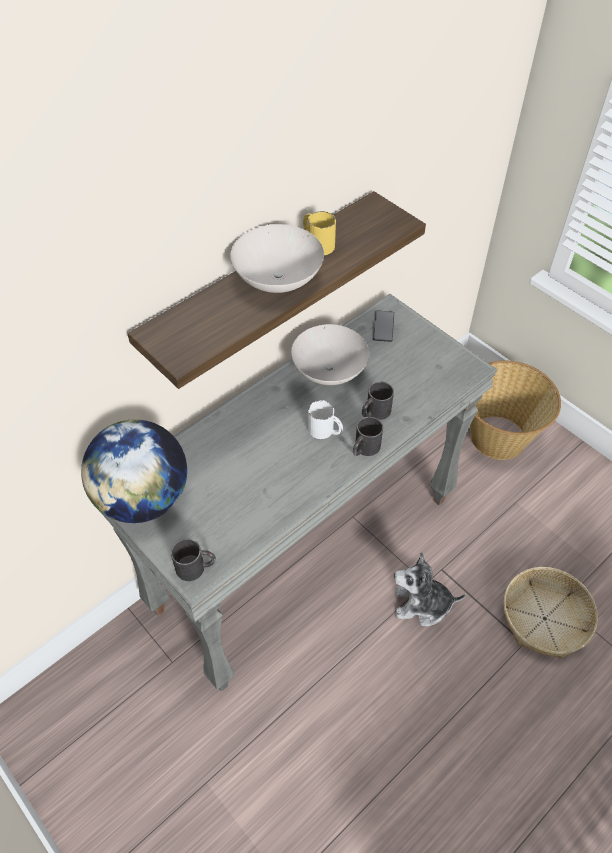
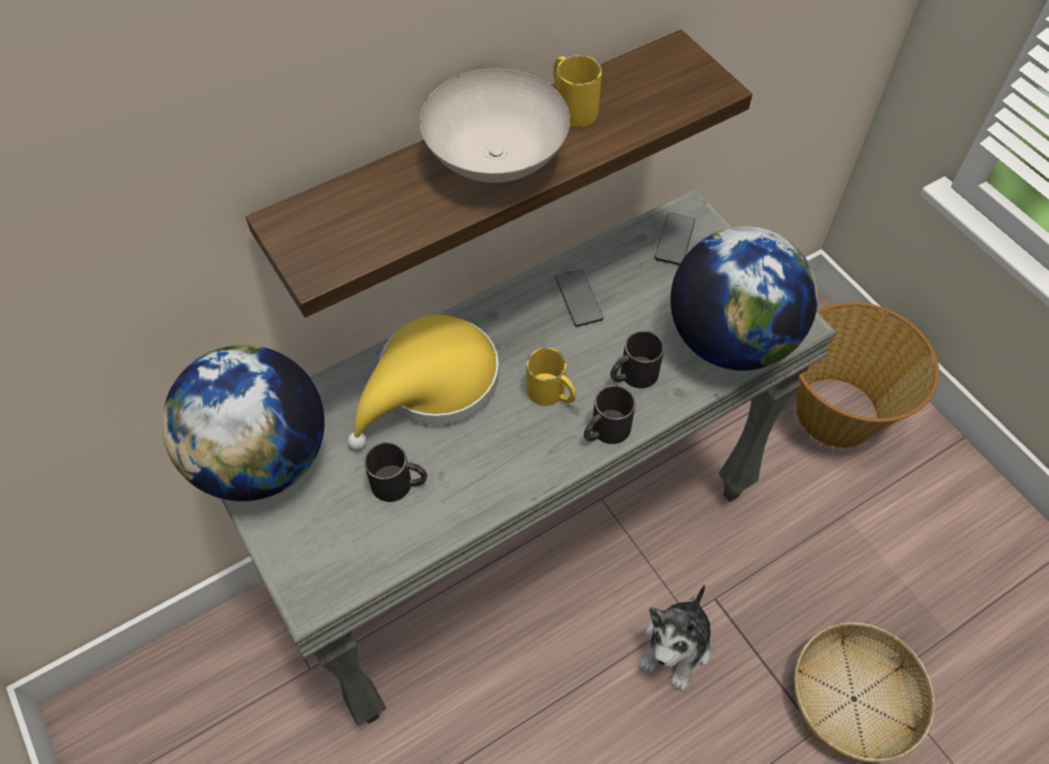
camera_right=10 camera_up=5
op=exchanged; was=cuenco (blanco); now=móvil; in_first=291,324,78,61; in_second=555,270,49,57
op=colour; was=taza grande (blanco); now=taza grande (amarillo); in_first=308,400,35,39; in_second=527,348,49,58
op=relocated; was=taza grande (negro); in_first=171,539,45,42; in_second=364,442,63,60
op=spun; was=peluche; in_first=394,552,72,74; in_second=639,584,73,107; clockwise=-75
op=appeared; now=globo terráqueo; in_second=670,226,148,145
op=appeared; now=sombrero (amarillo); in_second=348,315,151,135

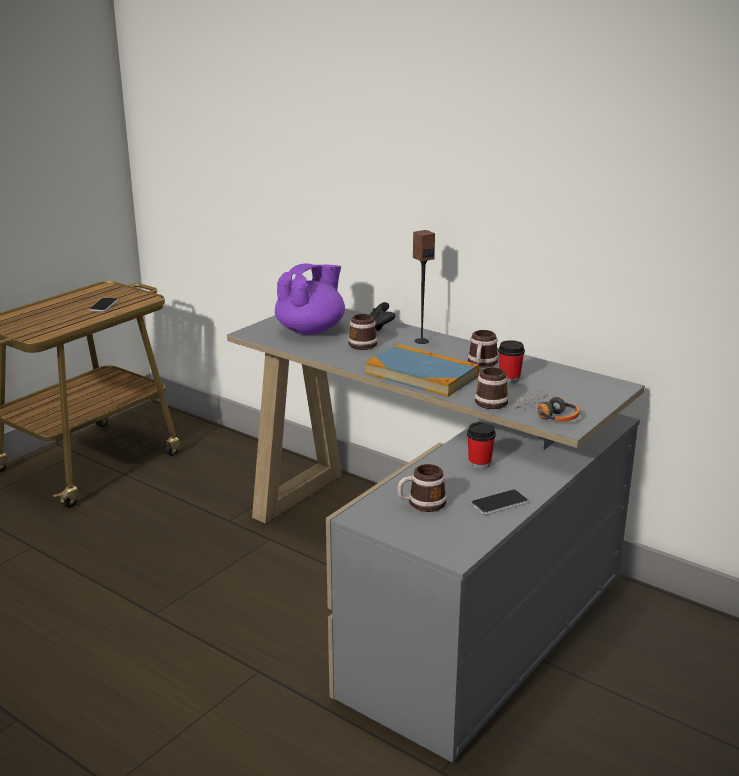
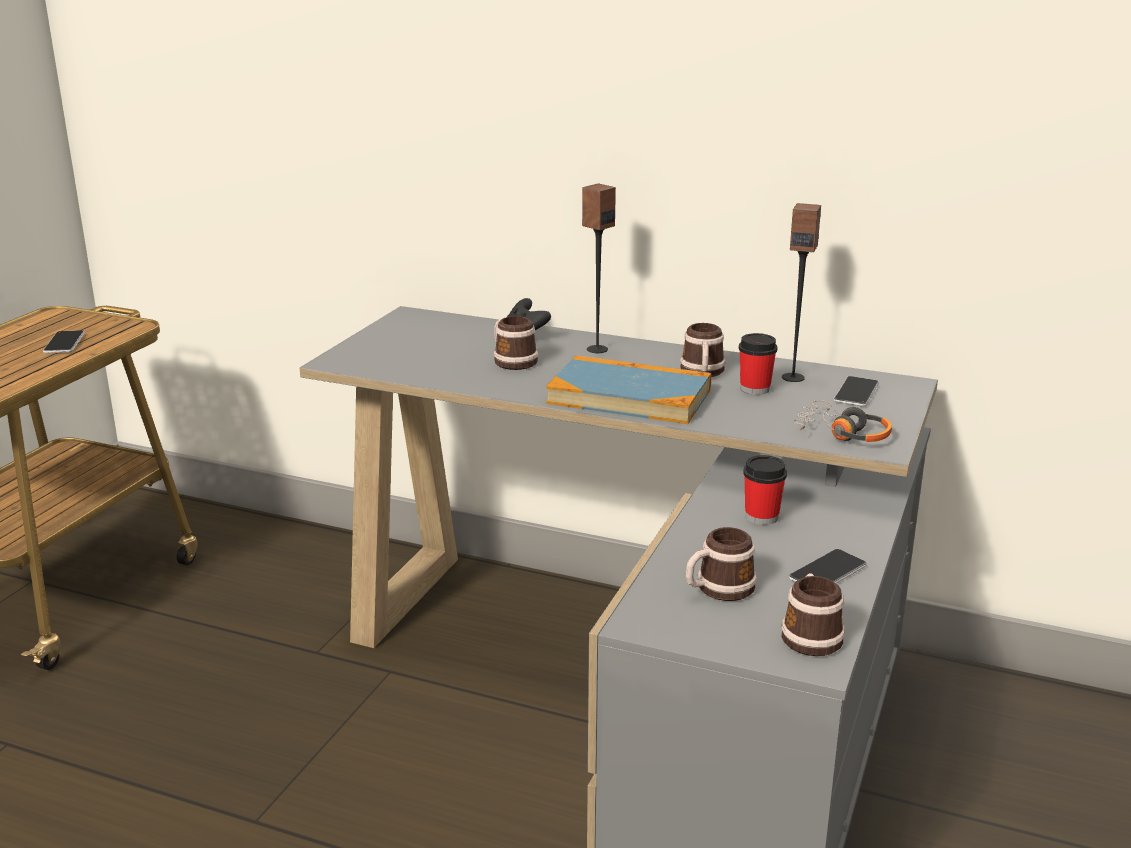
camera_right=-15 camera_up=0
op=missing; was=tetera (morado); in_first=275,264,70,71
op=relocated; was=taza grande; in_first=475,367,34,42; in_second=781,573,64,83
op=appeared; now=altavoz; in_second=782,203,39,179
op=appeared; now=móvil; in_second=834,376,45,30

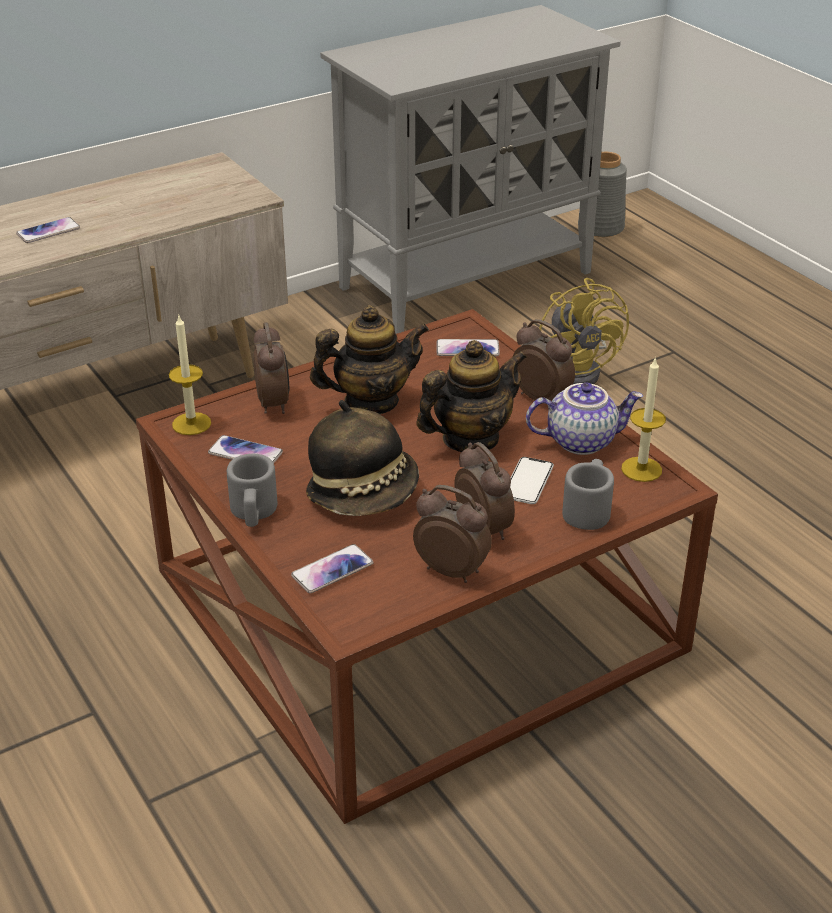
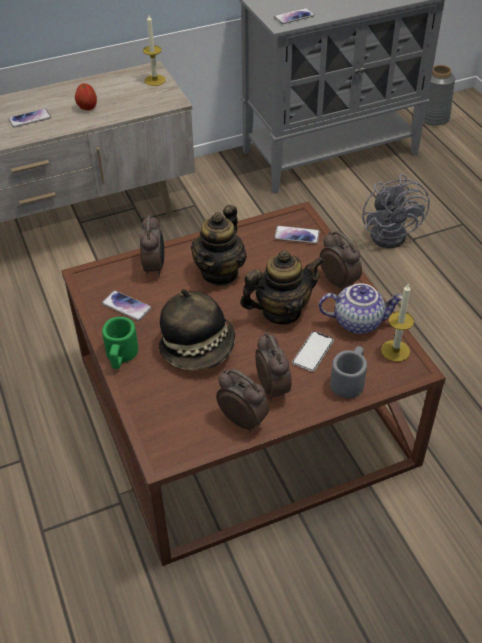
camera_right=10 camera_up=10
op=colour; was=ventilador (amarillo); now=ventilador (gris); in_first=539,278,90,106; in_second=362,174,68,74
op=spun; was=tetera; in_first=310,305,119,109; in_second=191,205,56,81; clockwise=120
op=relocated; was=vela; in_first=169,314,42,121; in_second=143,15,23,71
op=colour; was=taza grande (gris); now=taza grande (verde); in_first=227,454,51,73; in_second=102,317,36,52
op=relocated; was=móvil; in_first=291,544,82,49; in_second=274,8,41,16
op=appeared; now=manzana; in_second=75,83,22,27

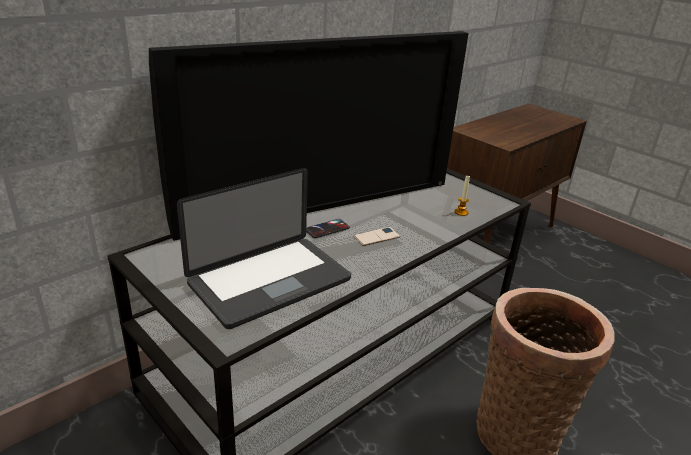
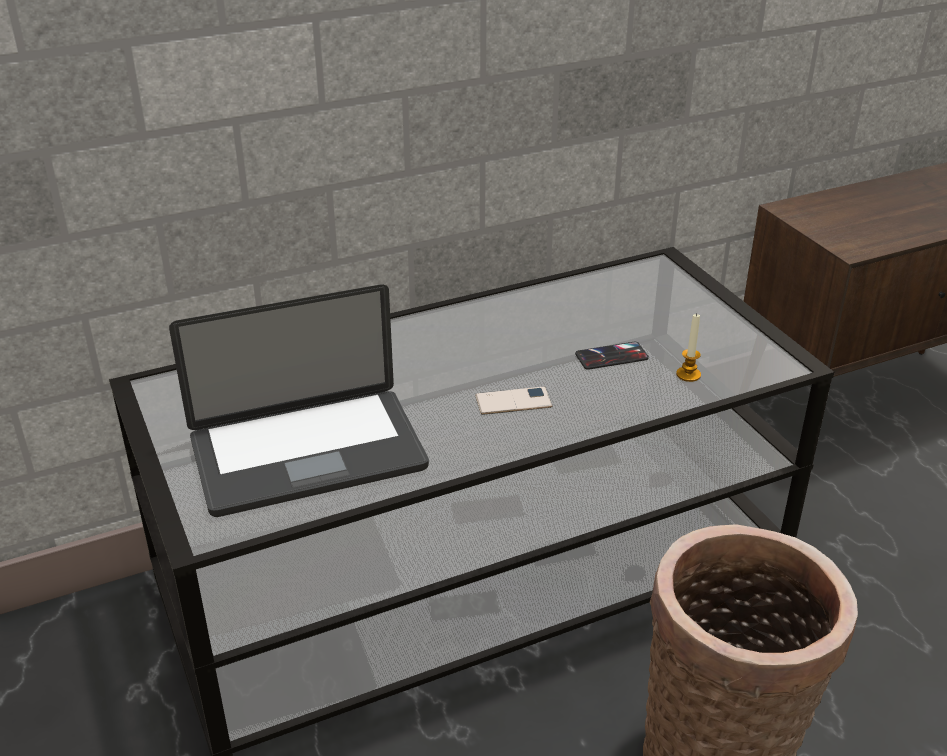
camera_right=20 camera_up=5
op=missing; was=televisor; in_first=149,31,320,210
op=relocated; was=móvil; in_first=306,219,44,19; in_second=575,342,74,28

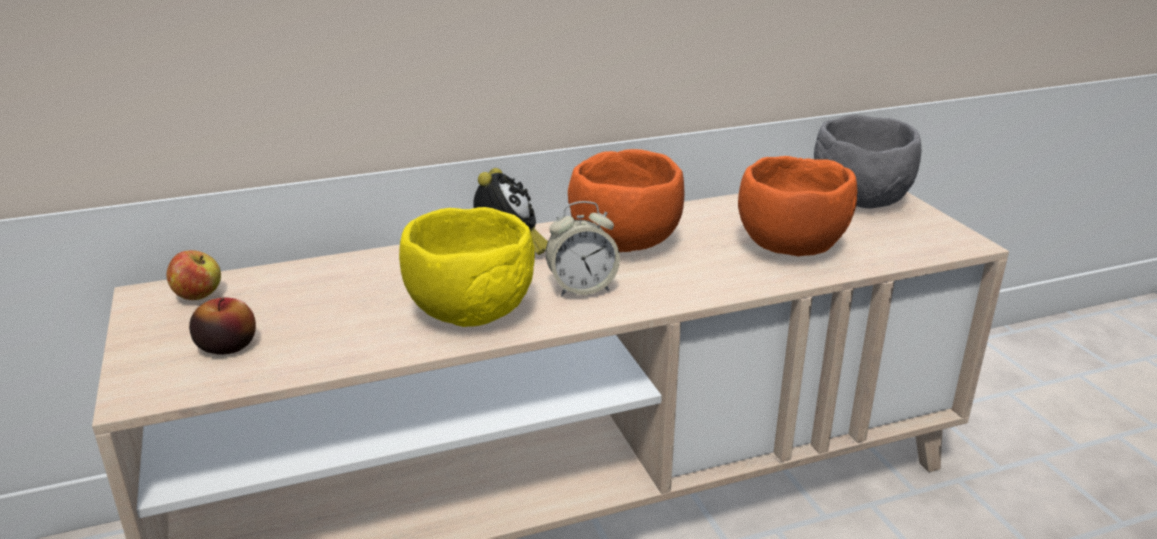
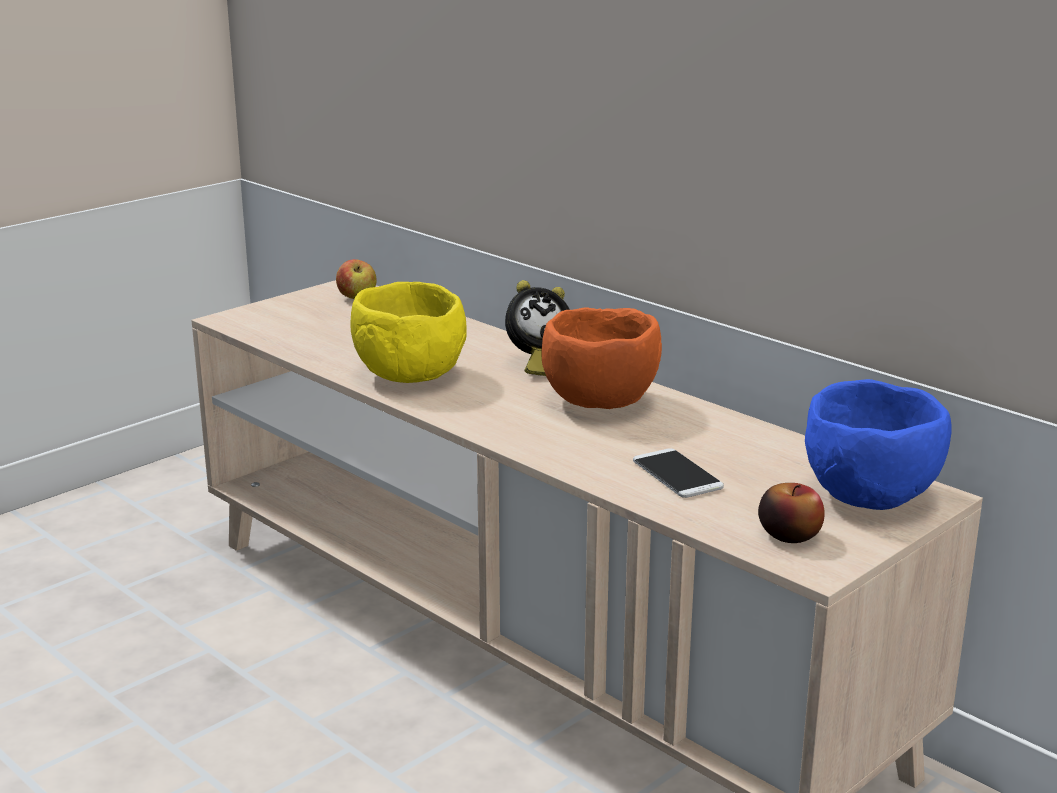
camera_right=65 camera_up=-5
op=colour; was=cuenco (gris); now=cuenco (azul); in_first=814,115,107,93; in_second=805,379,146,131
op=exchanged; was=cuenco (naranja); now=móvil; in_first=738,156,119,100; in_second=633,448,91,50
op=missing; was=despertador; in_first=546,201,74,96
op=relocated; was=manzana; in_first=189,298,67,57; in_second=758,483,66,60

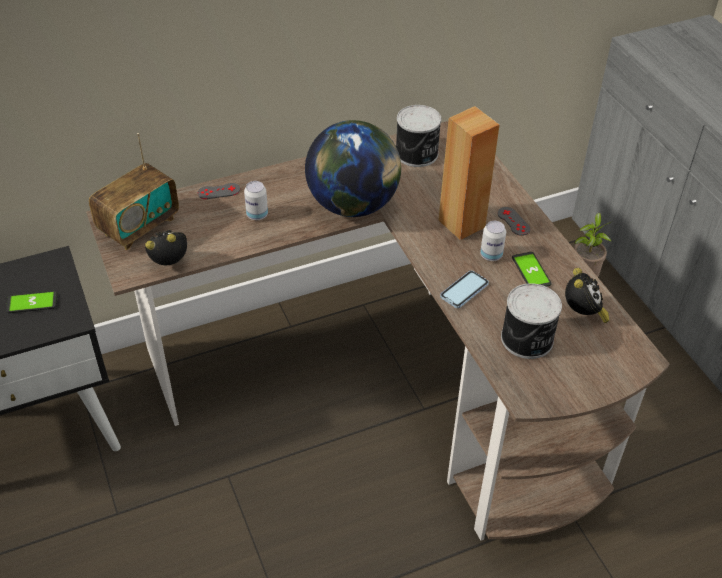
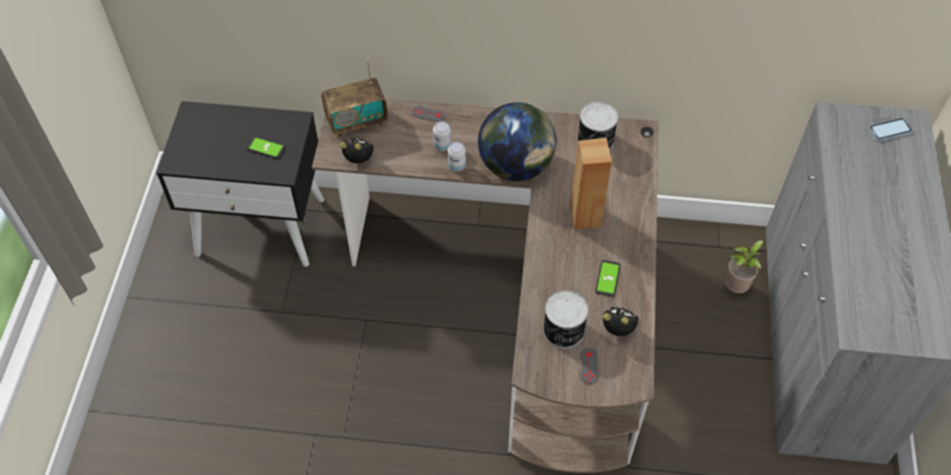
camera_right=30 camera_up=10
op=relocated; was=mando de consola (gris); in_first=497,207,33,29; in_second=580,348,18,36
op=relocated; was=lata; in_first=480,221,26,40; in_second=448,141,18,30
op=spun; was=despertador; in_first=565,268,45,55; in_second=603,307,36,29; clockwise=-105
op=relocated; was=móvil; in_first=440,271,49,37; in_second=869,118,43,23

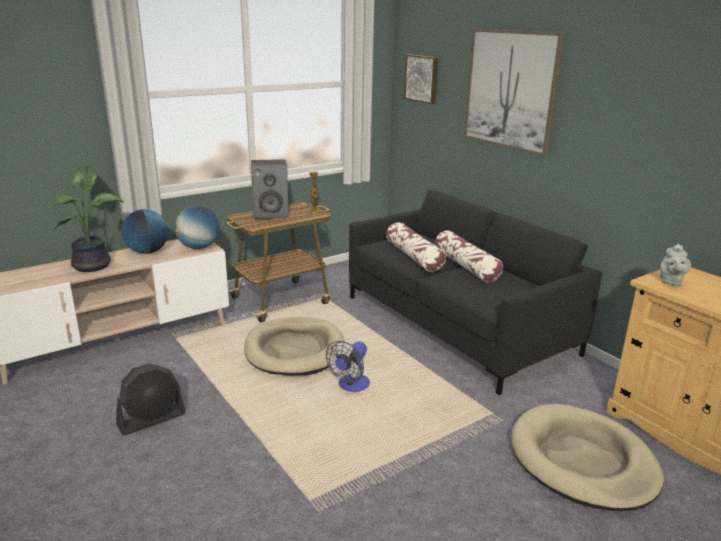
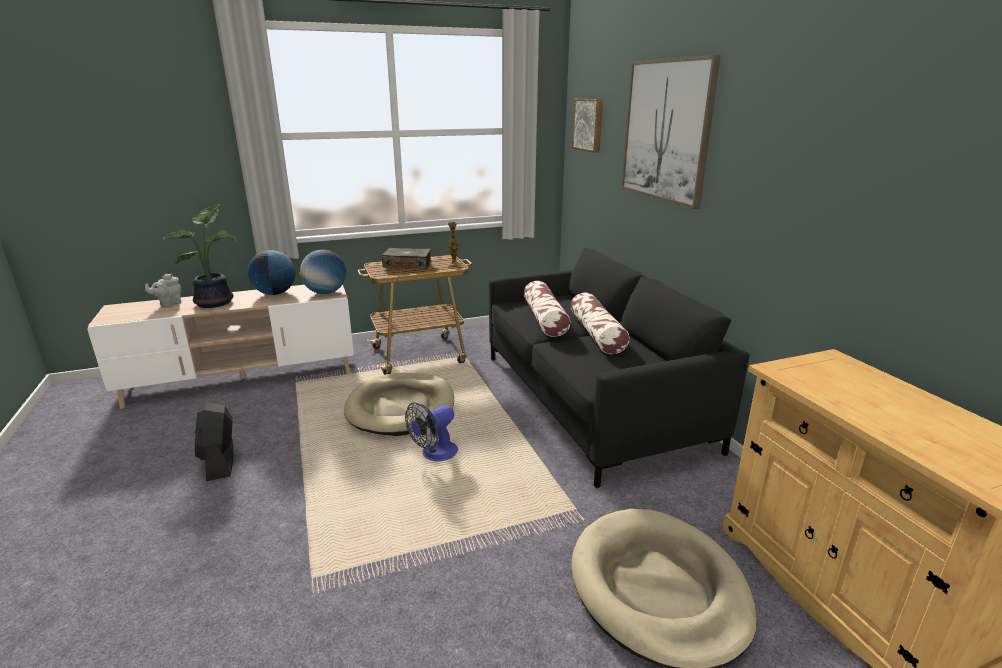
camera_right=15 camera_up=0
op=exchanged; was=altavoz; now=libro; in_first=251,159,38,60; in_second=382,248,50,21
op=relocated; was=tetera (gris); in_first=660,243,31,44; in_second=145,273,36,34
op=spun; was=ventilador (negro); in_first=116,364,70,71; in_second=195,401,39,80; clockwise=90

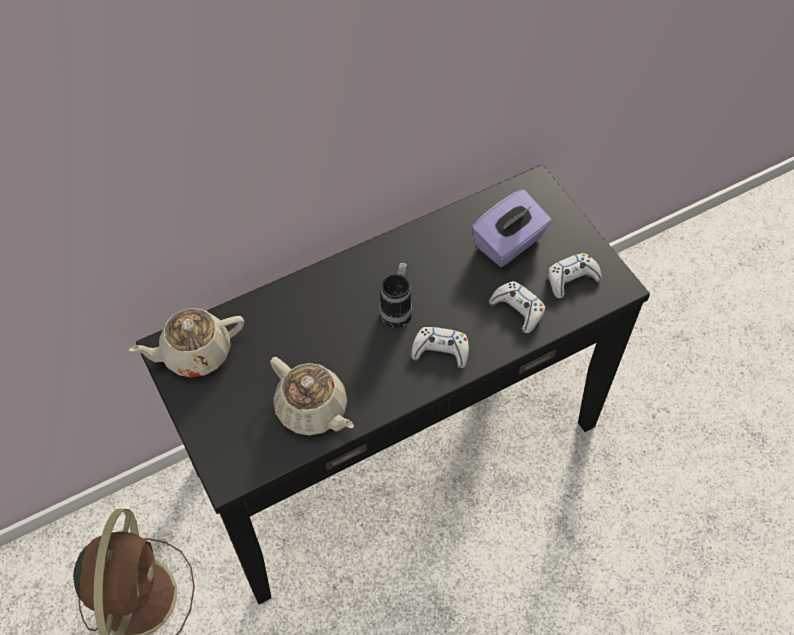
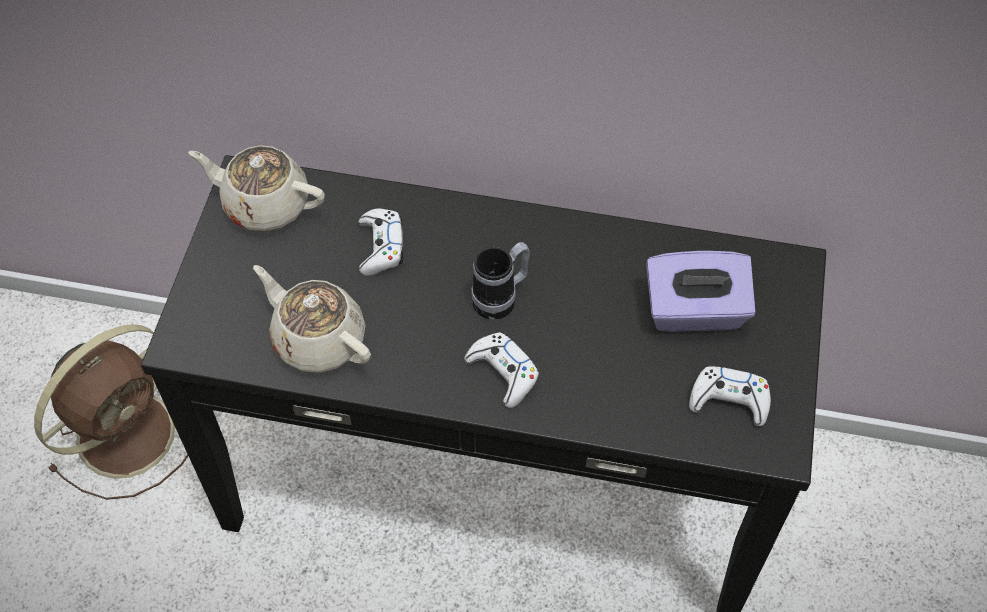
camera_right=40 camera_up=0
op=relocated; was=mando de consola (blanco); in_first=489,281,56,52; in_second=358,208,46,68
op=spun; was=tetera (beis); in_first=270,357,84,79; in_second=253,265,118,108; clockwise=135

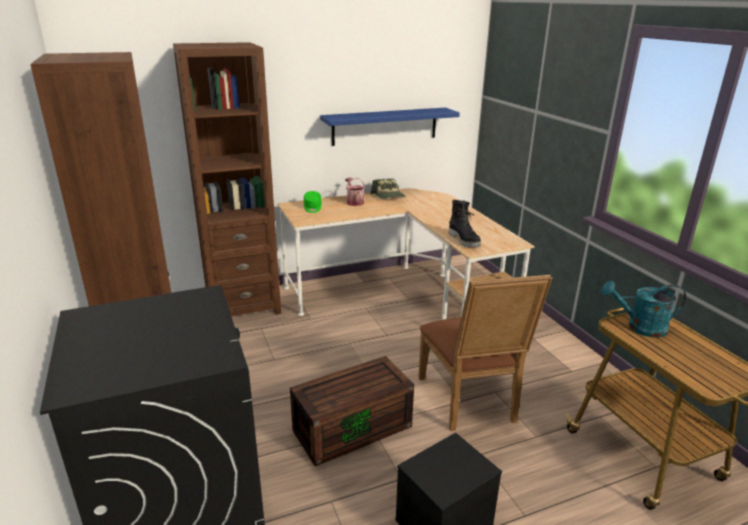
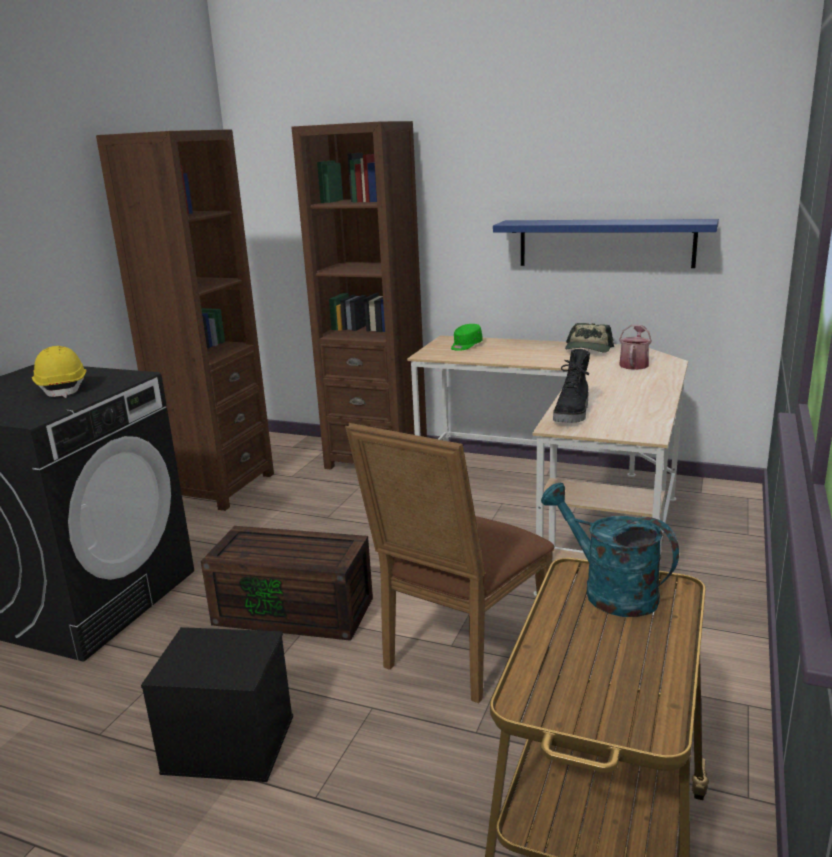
camera_right=45 camera_up=-5
op=relocated; was=regadera; in_first=345,177,20,29; in_second=619,325,33,45
op=appeared; now=casco (amarillo); in_second=32,346,55,52

